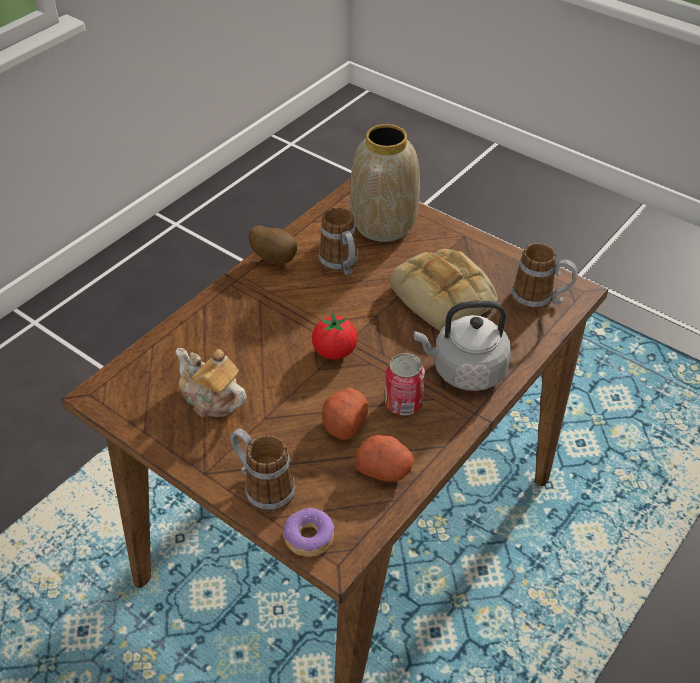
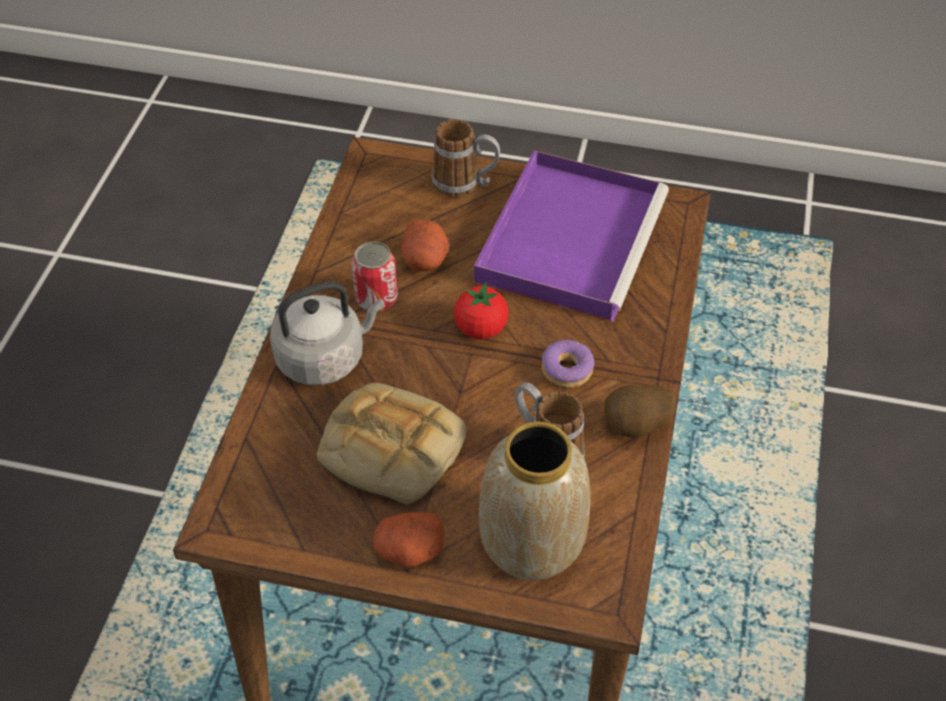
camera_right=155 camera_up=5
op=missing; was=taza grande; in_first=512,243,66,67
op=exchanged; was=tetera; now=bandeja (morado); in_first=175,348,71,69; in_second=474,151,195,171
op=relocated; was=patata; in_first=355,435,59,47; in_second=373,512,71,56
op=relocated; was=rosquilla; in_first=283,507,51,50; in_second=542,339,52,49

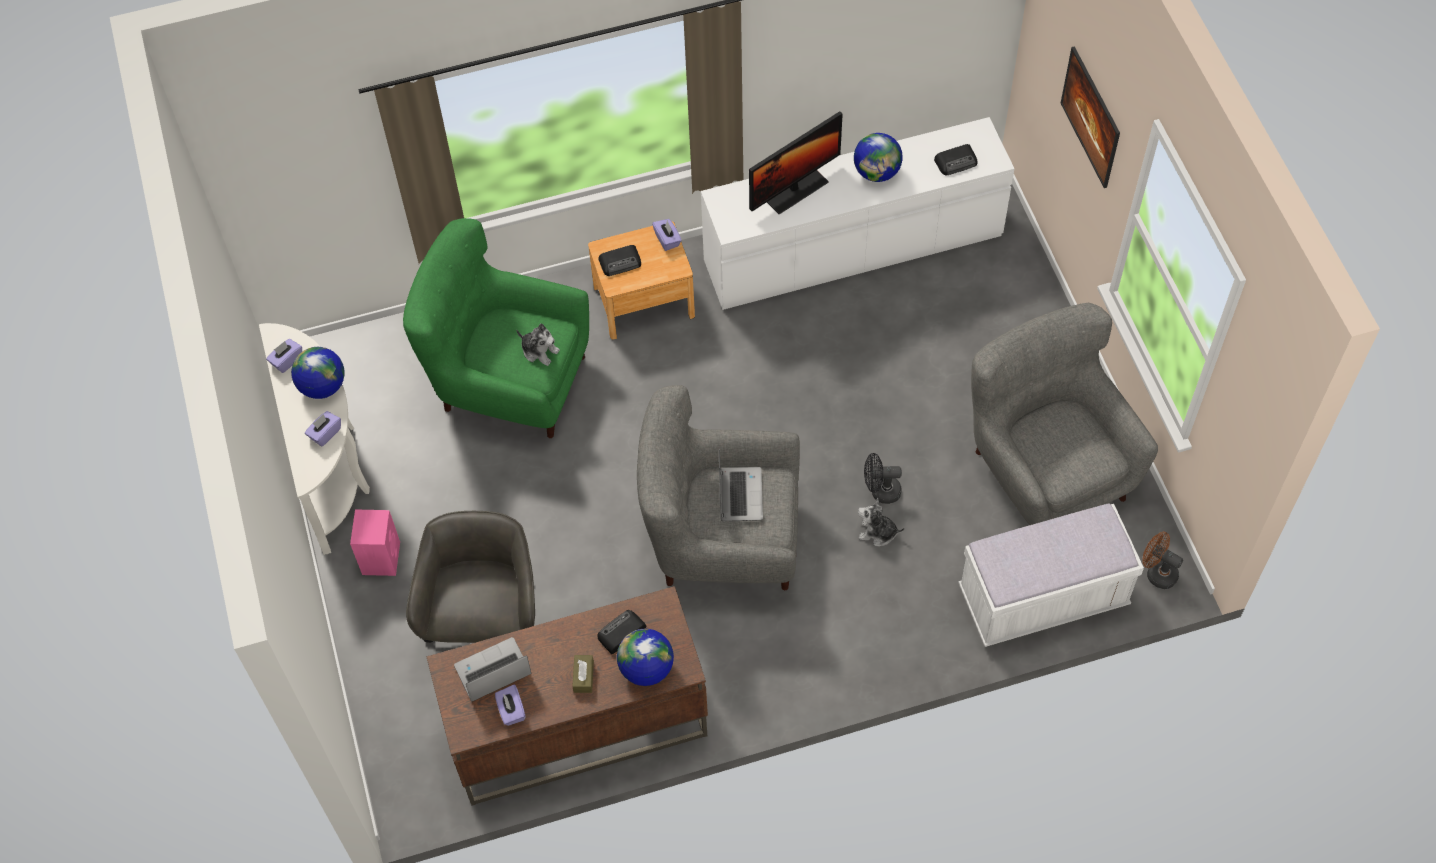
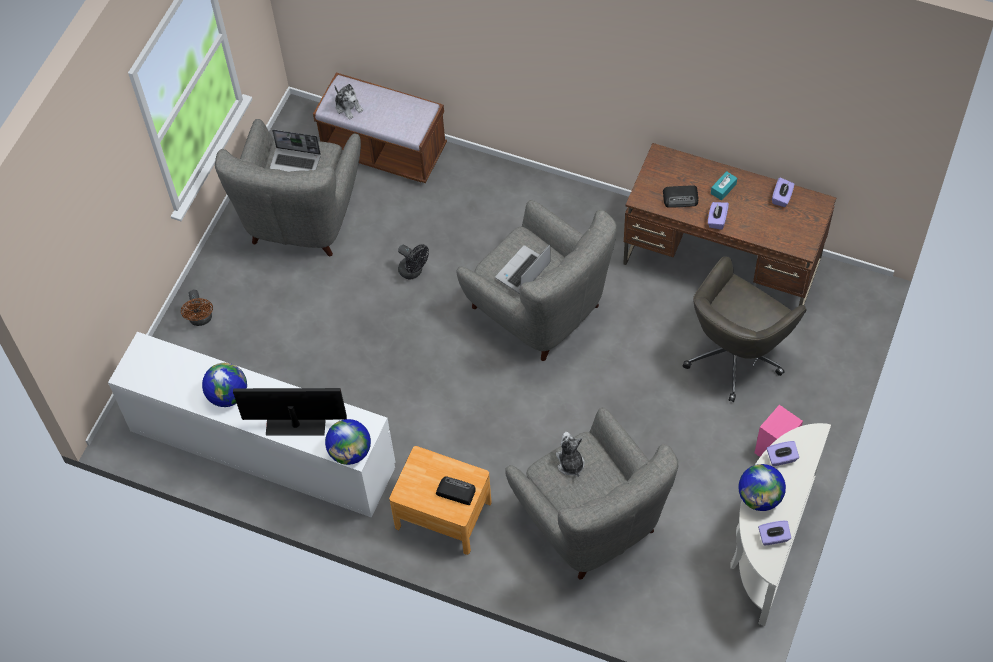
camera_right=-140 camera_up=0
op=missing; was=cuadro; in_first=1061,46,59,142
op=missing; was=radio; in_first=934,144,44,31
op=colour; was=sillón (verde); now=sillón (gris); in_first=403,218,186,220; in_second=505,407,173,173
op=relocated; was=caja de pañuelos (morado); in_first=652,219,30,32; in_second=708,202,21,28
op=relocated; was=peluche; in_first=858,497,47,49; in_second=335,84,28,36
op=colour; was=banco (blanco); now=banco (marrón); in_first=958,503,186,144; in_second=313,72,134,111
op=relocated; was=ventilador (marrón); in_first=1142,532,41,57; in_second=181,290,32,36
op=relocated; was=globo terráqueo; in_first=617,629,57,57; in_second=325,419,46,46
op=relocated; was=portátil; in_first=454,637,78,65; in_second=269,129,52,43
op=colour; was=caja de pañuelos (marrón); now=caja de pañuelos (turquesa); in_first=572,655,22,38; in_second=711,171,26,29

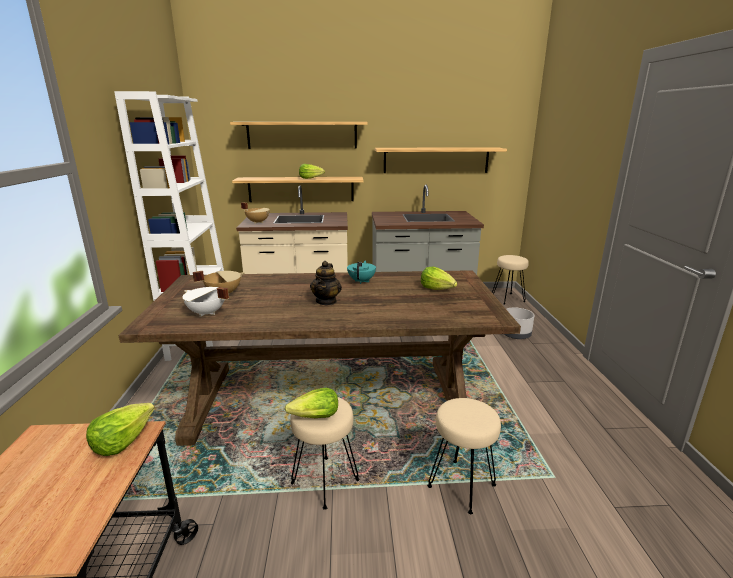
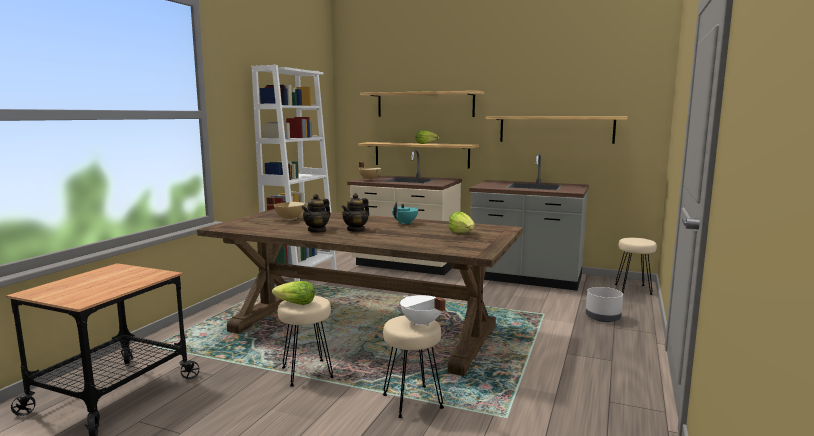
camera_right=25 camera_up=-10
op=relocated; was=olla (blanco); in_first=182,287,47,30; in_second=400,295,46,31
op=missing; was=lechuga; in_first=86,403,69,53
op=appeared; now=tetera; in_second=302,194,29,39

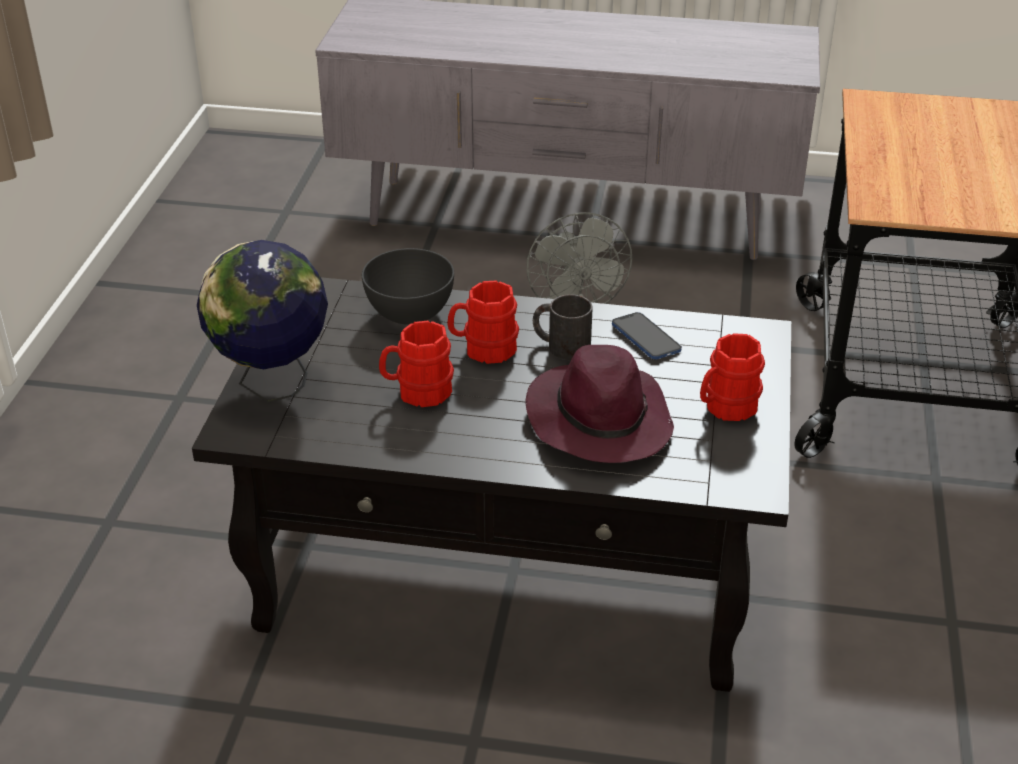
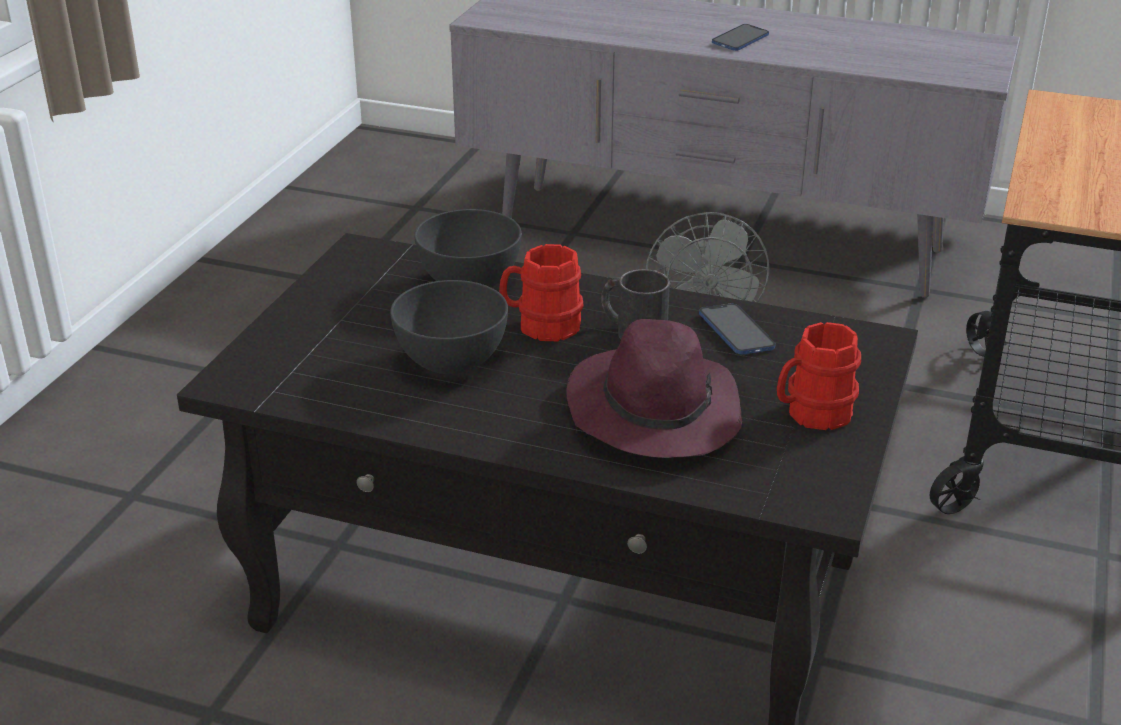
camera_right=10 camera_up=-5
op=missing; was=globo terráqueo; in_first=197,240,131,162
op=exchanged; was=taza grande (rojo); now=cuenco (gris); in_first=379,321,75,86; in_second=390,280,118,94
op=appeared; now=móvil; in_second=712,24,57,27

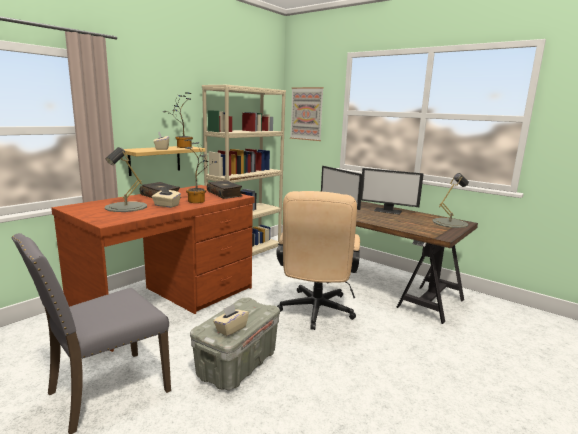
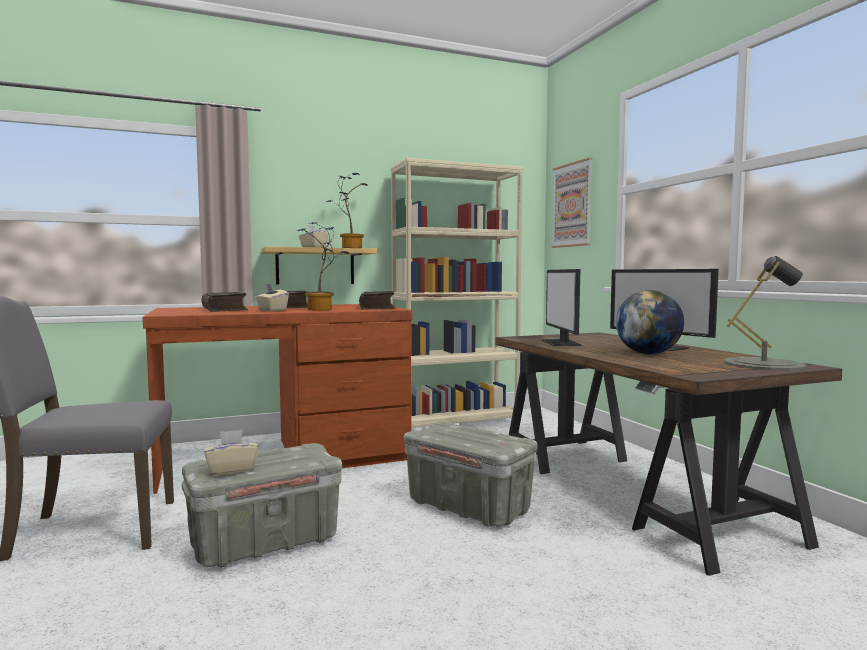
camera_right=30 camera_up=-10
op=exchanged; was=lámpara de mesa (gris); now=libro; in_first=105,147,42,65; in_second=202,292,46,20
op=exchanged; was=silla de oficina (beis); now=caja de almacenaje (gris); in_first=276,191,84,139; in_second=404,422,134,105
op=appeared; now=globo terráqueo; in_second=616,290,68,64

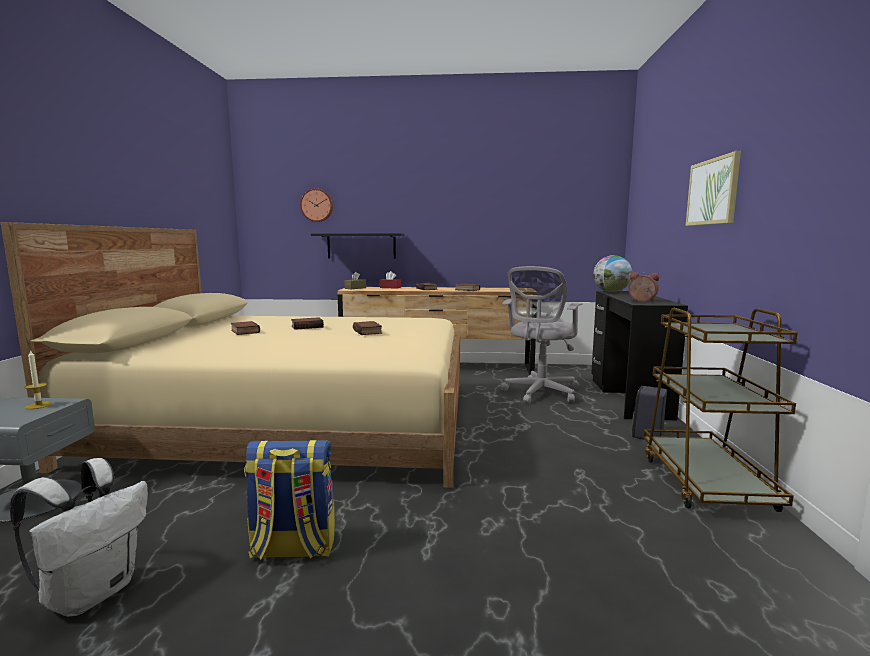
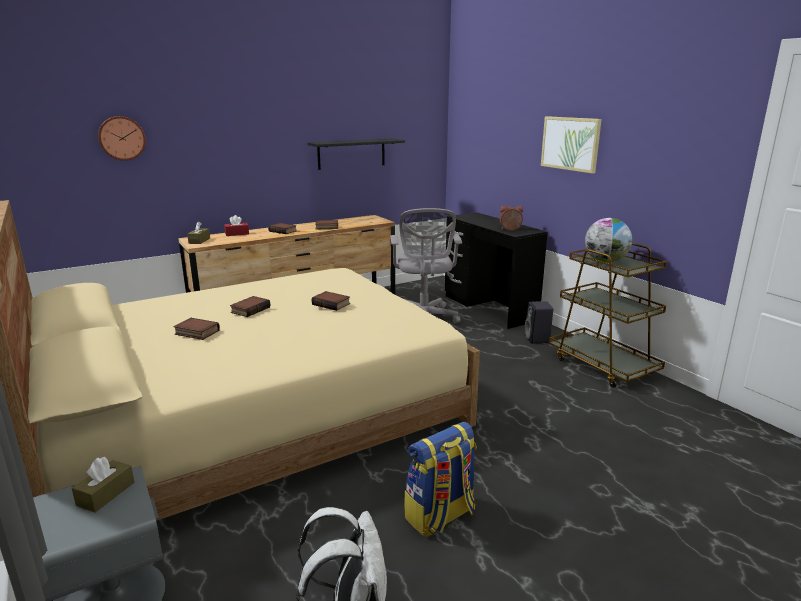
camera_right=-35 camera_up=10
op=relocated; was=estante (negro); in_first=311,233,94,26; in_second=307,139,98,31
op=relocated; was=globo terráqueo; in_first=593,255,39,37; in_second=585,218,47,45
op=exchanged; was=vela; now=caja de pañuelos (marrón); in_first=24,350,28,59; in_second=72,457,63,56

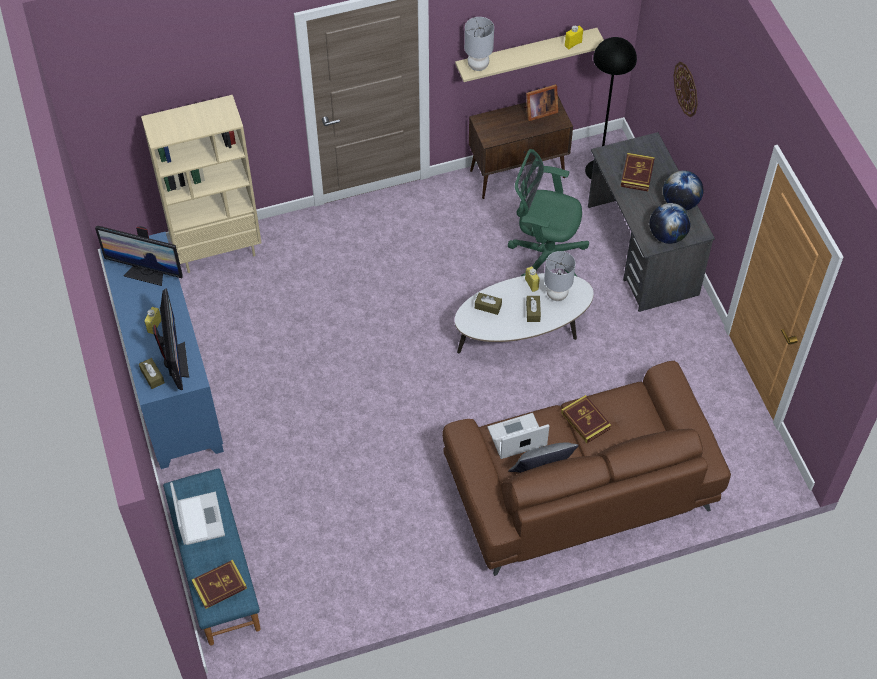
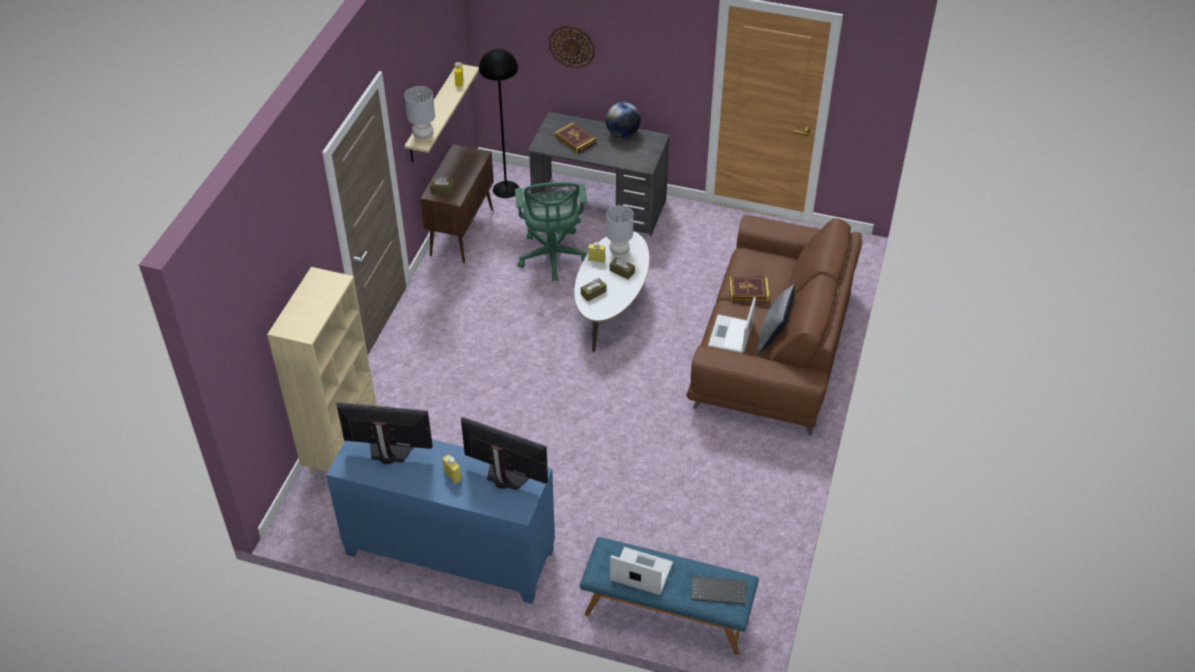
camera_right=-55 camera_up=-10
op=missing; was=portarretratos; in_first=524,84,34,37
op=spun; was=silla de oficina (verde); in_first=507,149,82,127; in_second=515,182,72,100; clockwise=-60
op=missing; was=globo terráqueo; in_first=650,203,41,41
op=spun; was=monitor; in_first=95,226,88,60; in_second=336,402,97,62; clockwise=-135
op=relocated; was=caja de pañuelos (marrón); in_first=139,358,26,31; in_second=430,176,24,19
op=exchanged; was=libro; now=teclado; in_first=192,560,55,49; in_second=691,576,55,29

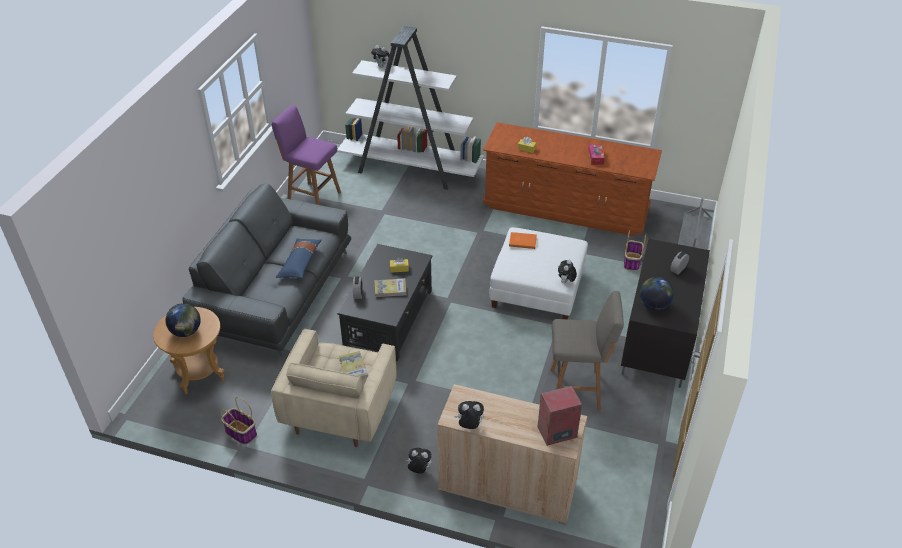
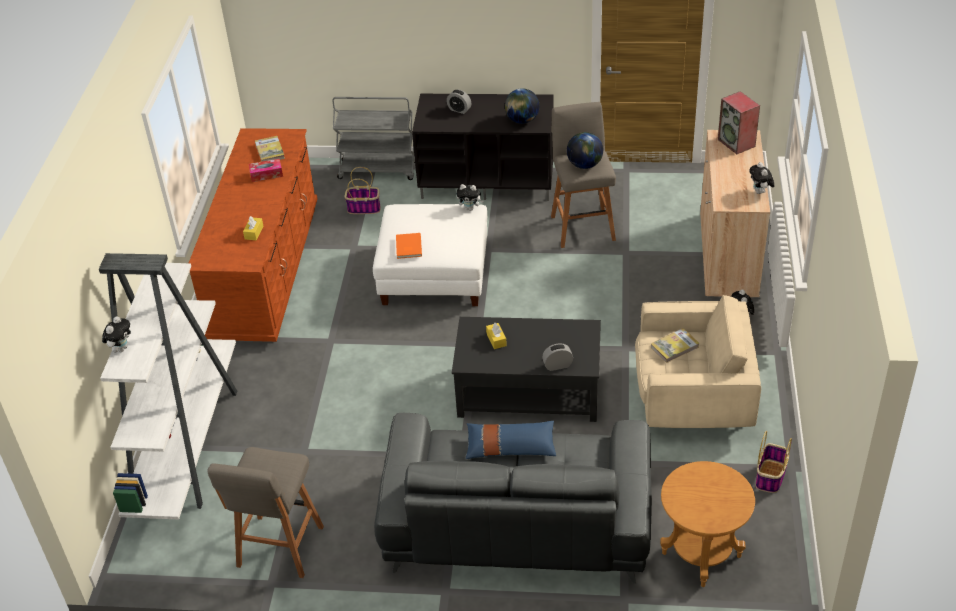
camera_right=-100 camera_up=0
op=colour; was=taburete (morado); now=taburete (gris); in_first=271,105,70,100; in_second=207,447,117,131
op=relocated; was=libro; in_first=375,278,31,19; in_second=255,136,30,26
op=relocated; was=globo terráqueo; in_first=166,303,35,34; in_second=567,132,36,37

